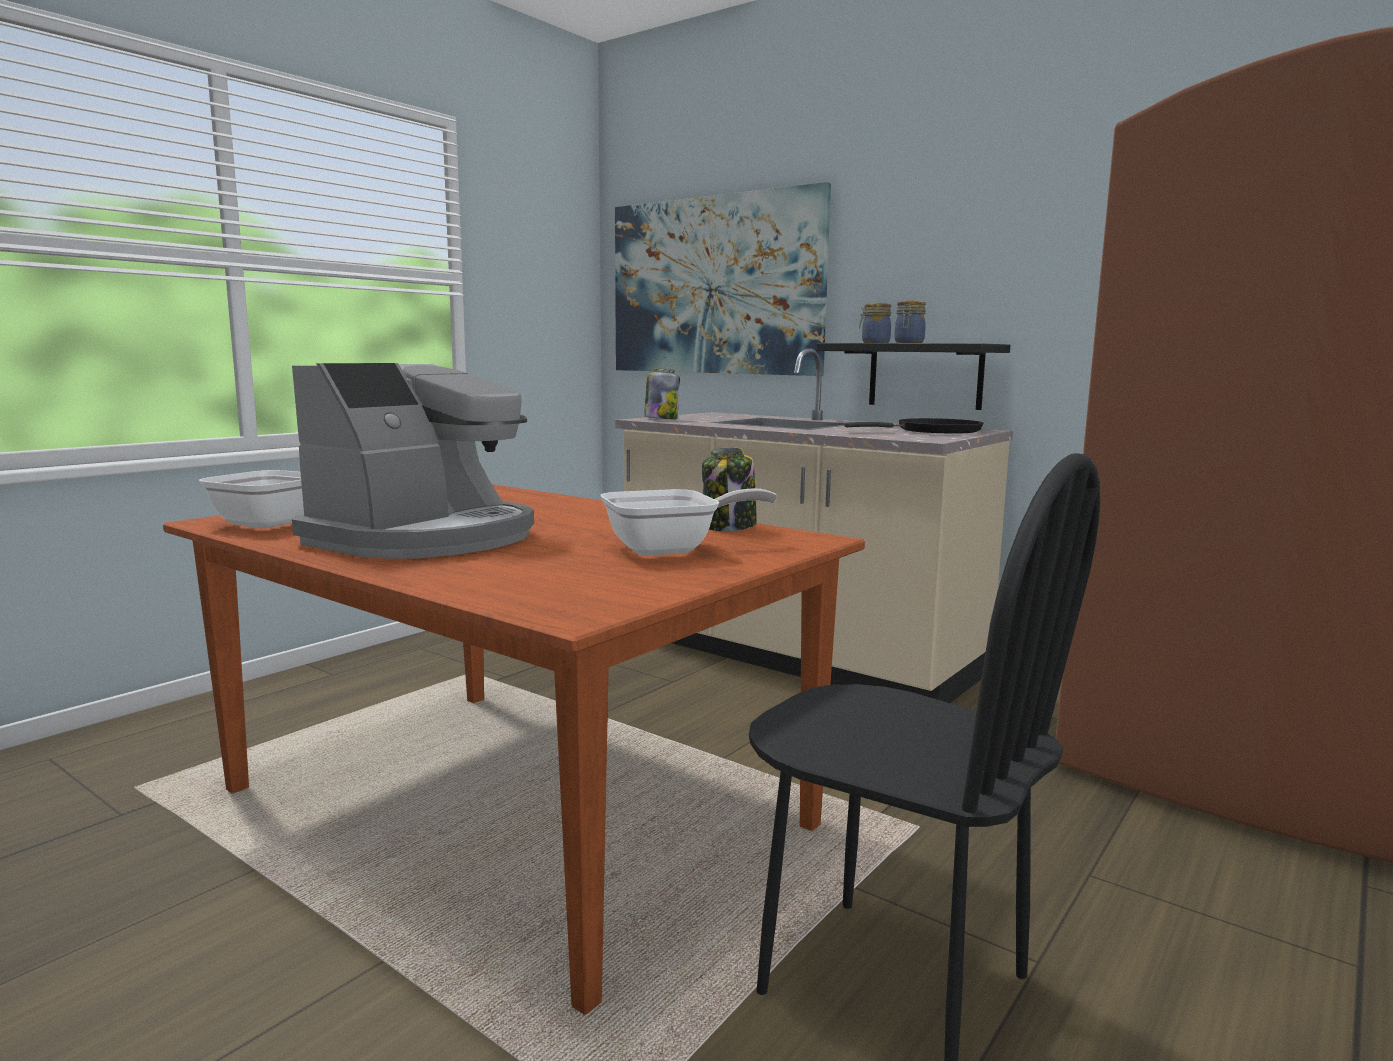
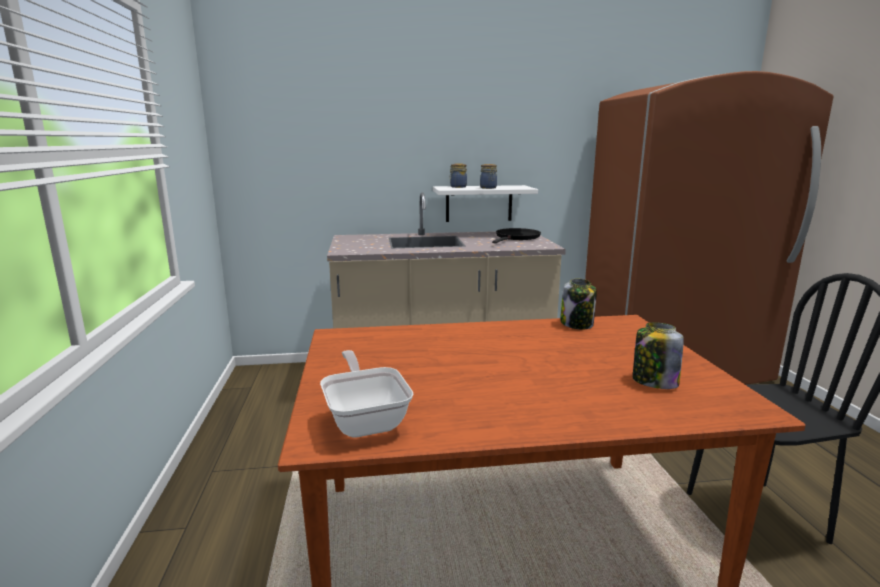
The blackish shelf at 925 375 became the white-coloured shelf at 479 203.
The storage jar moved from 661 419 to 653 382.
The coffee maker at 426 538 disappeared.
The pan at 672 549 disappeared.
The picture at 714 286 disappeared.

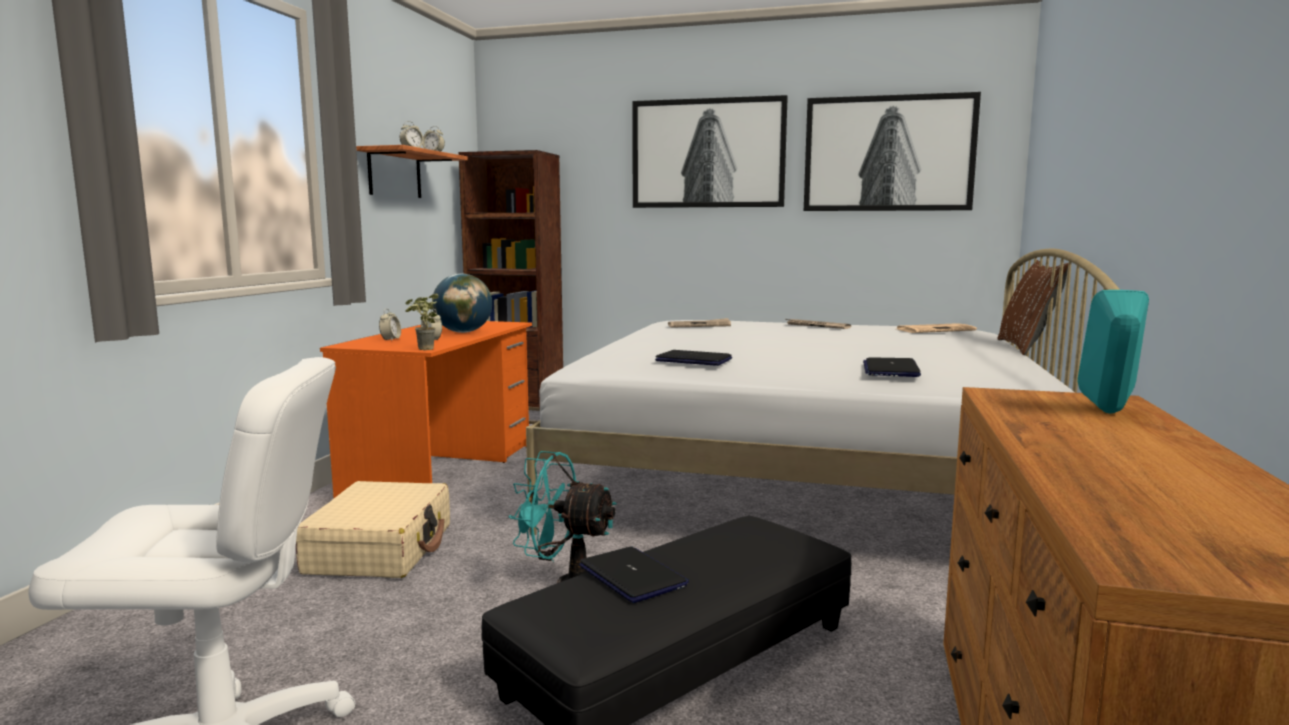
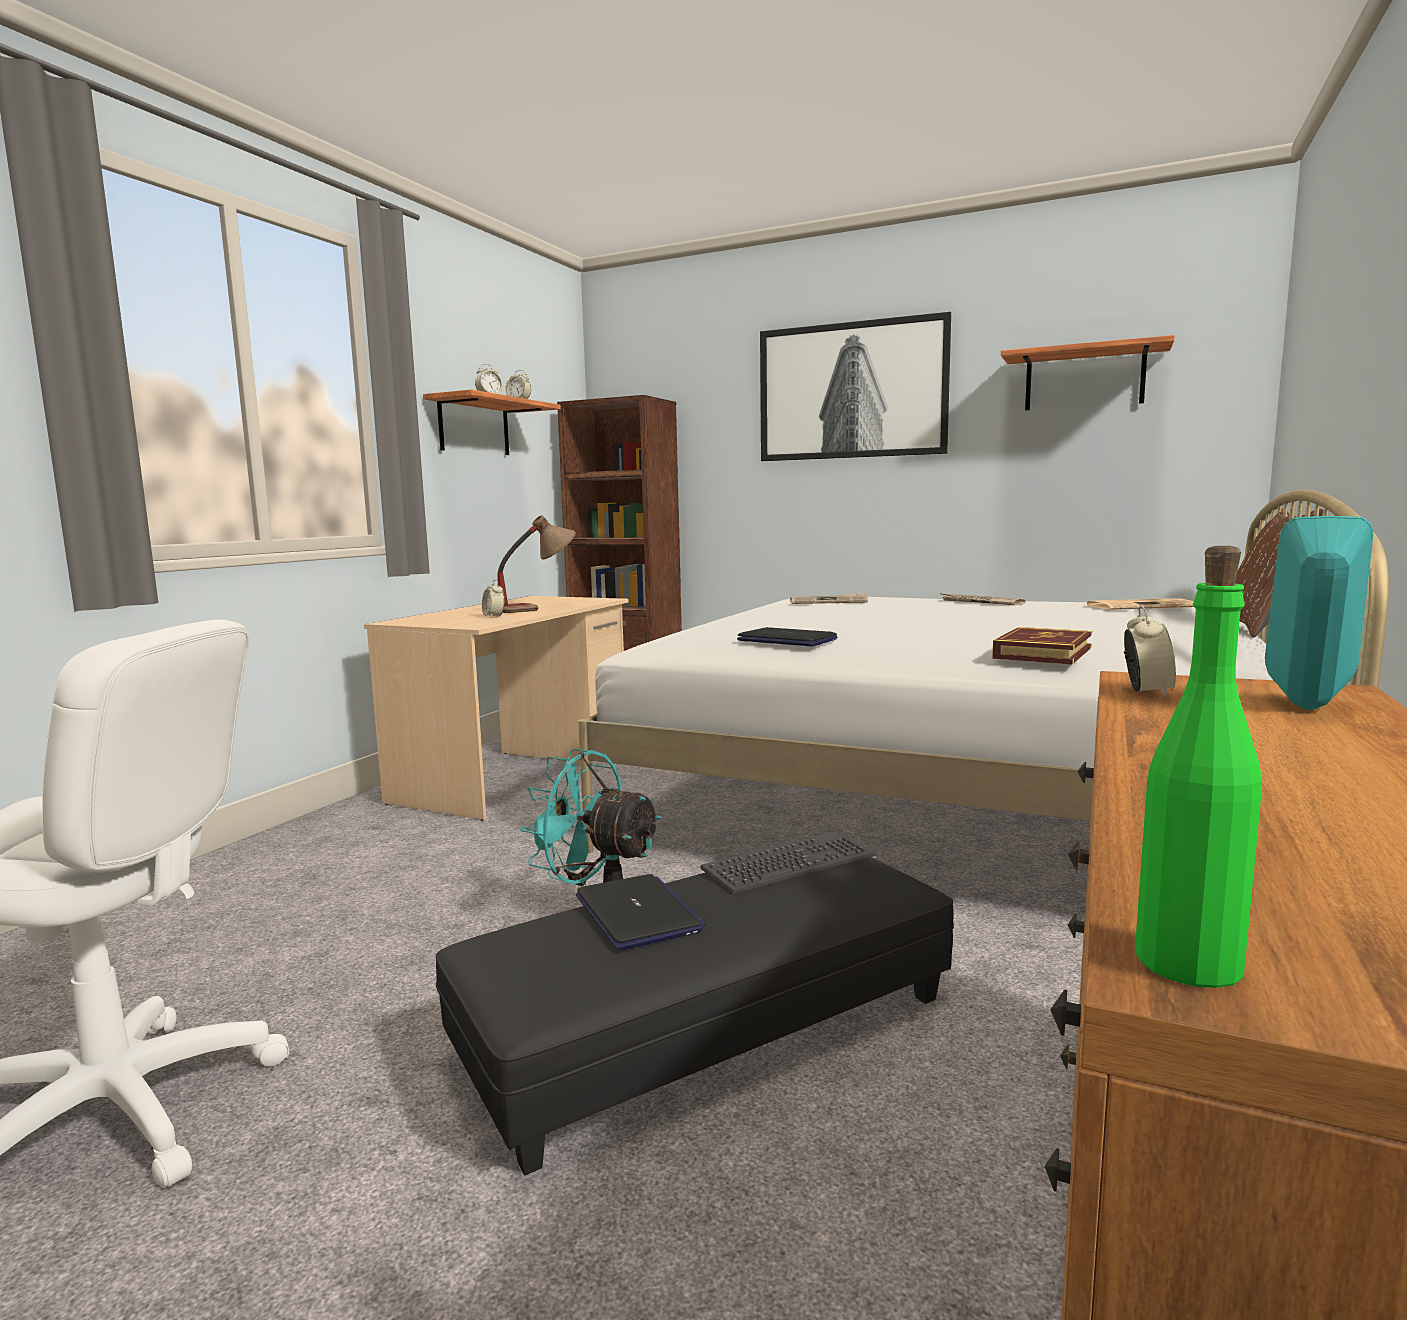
The orangey desk table at 443 472 became the beige desk table at 517 772.
The desk globe at 463 332 was replaced by the table lamp at 538 608.
The PC keyboard at 790 863 appeared.
The notebook computer at 890 369 was replaced by the book at 1043 653.
The picture at 888 154 was replaced by the shelf at 1084 379.
The bedside clock moved from 390 339 to 1146 691.
The greenish bottle at 1188 962 appeared.
The beige piece of luggage at 381 549 disappeared.
The potted plant at 423 350 disappeared.

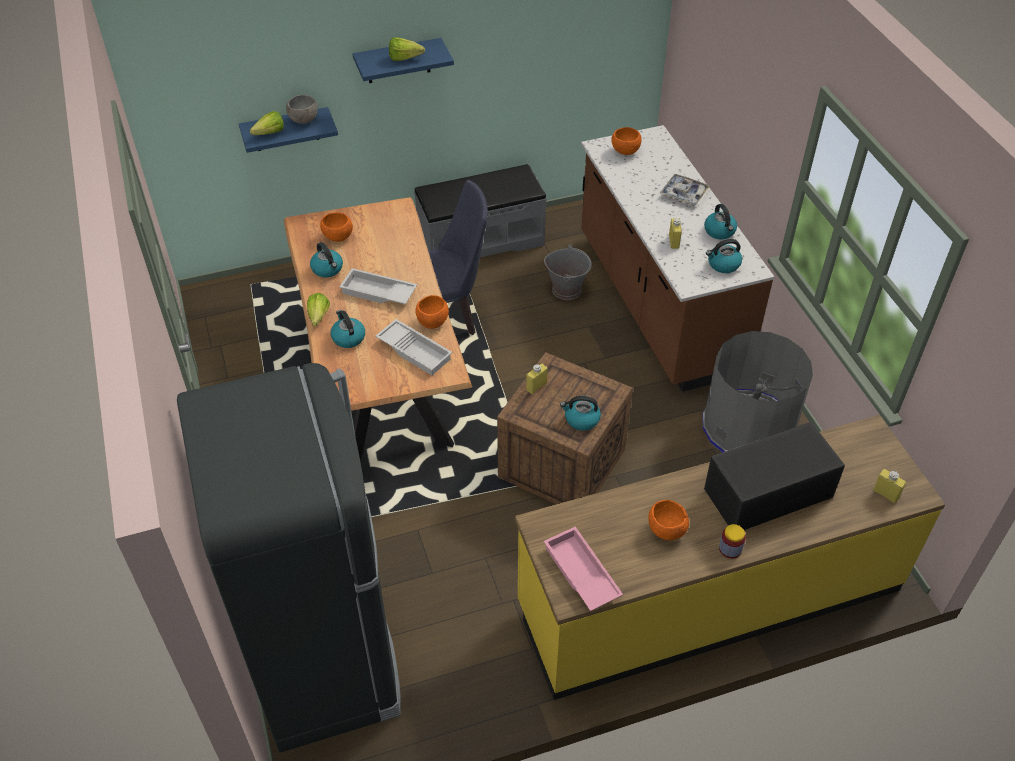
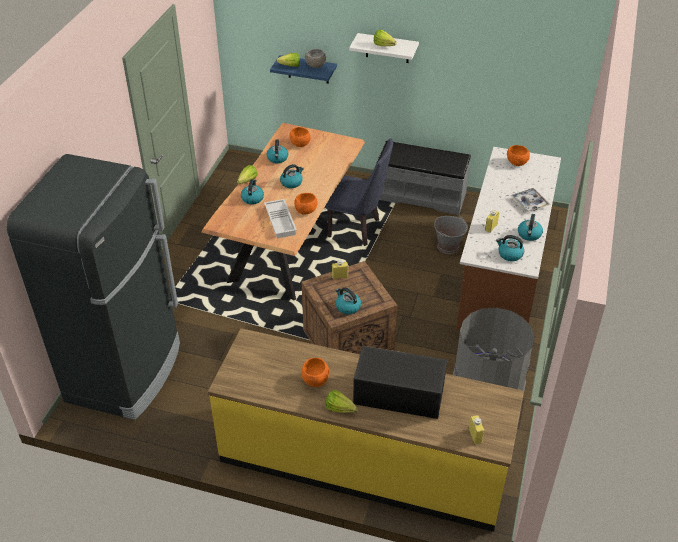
The white-coloured carrying tray at 378 293 was replaced by the tea kettle at 291 182.
The storage jar at 730 548 was replaced by the head of lettuce at 342 410.
The blue-coloured shelf at 398 61 became the white-coloured shelf at 387 48.
The pink-coloured carrying tray at 580 573 disappeared.

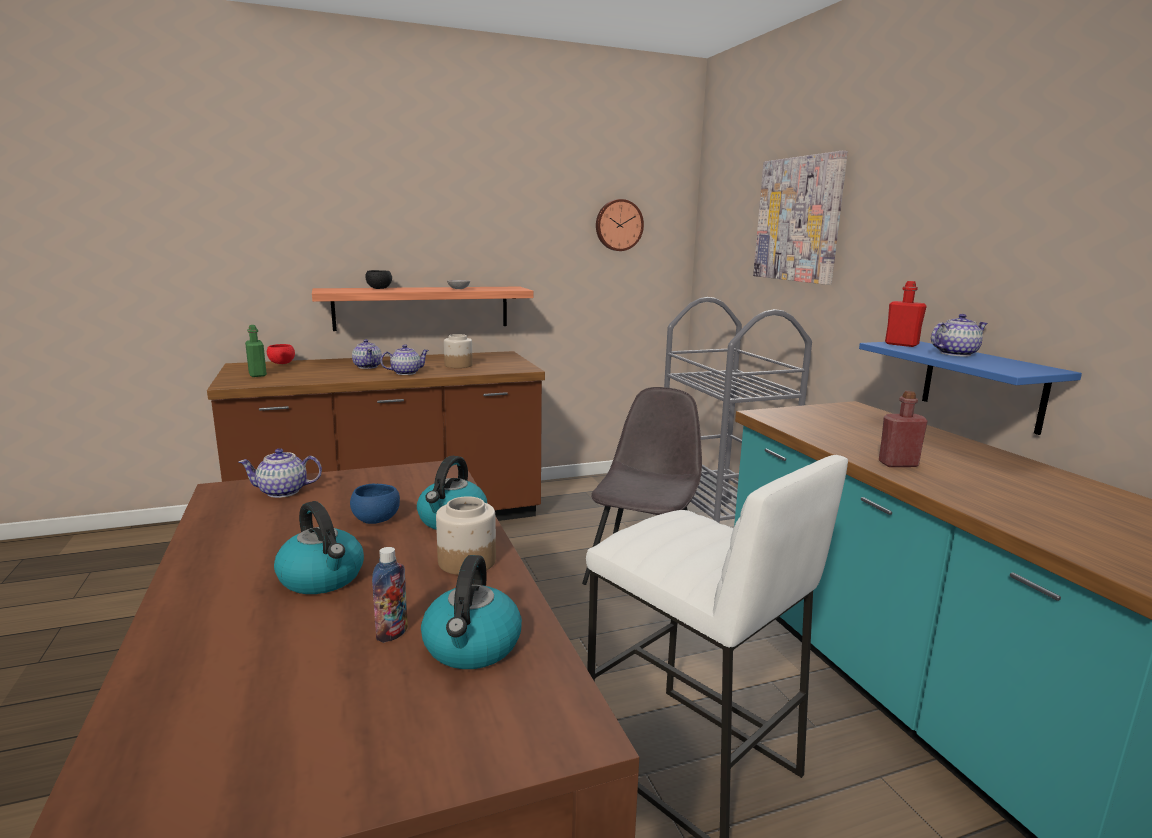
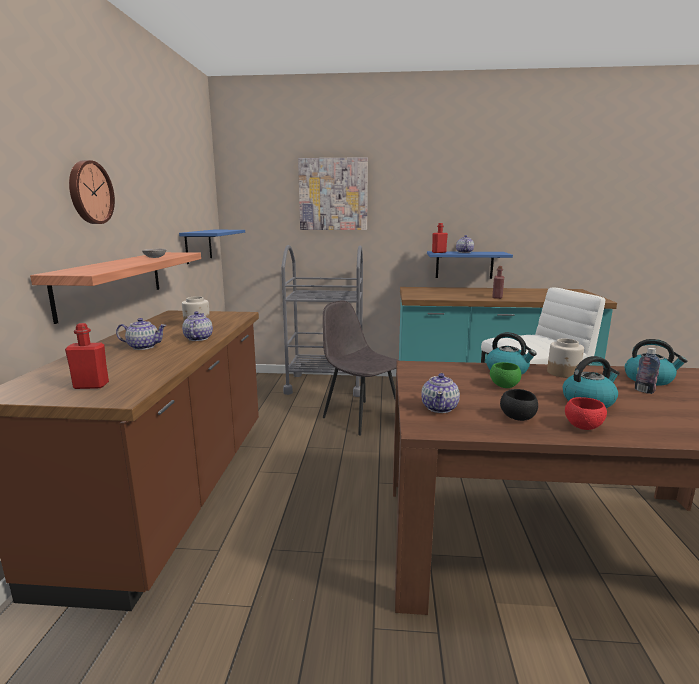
The greenish bottle at 257 374 became the red-coloured bottle at 91 385.
The wall clock moved from 618 225 to 89 192.
The blue-coloured shelf at 198 246 appeared.
The blue-coloured serving bowl at 376 520 became the greenish serving bowl at 504 386.
The blackish serving bowl moved from 379 288 to 517 418.
The red-coloured serving bowl moved from 282 363 to 582 426.

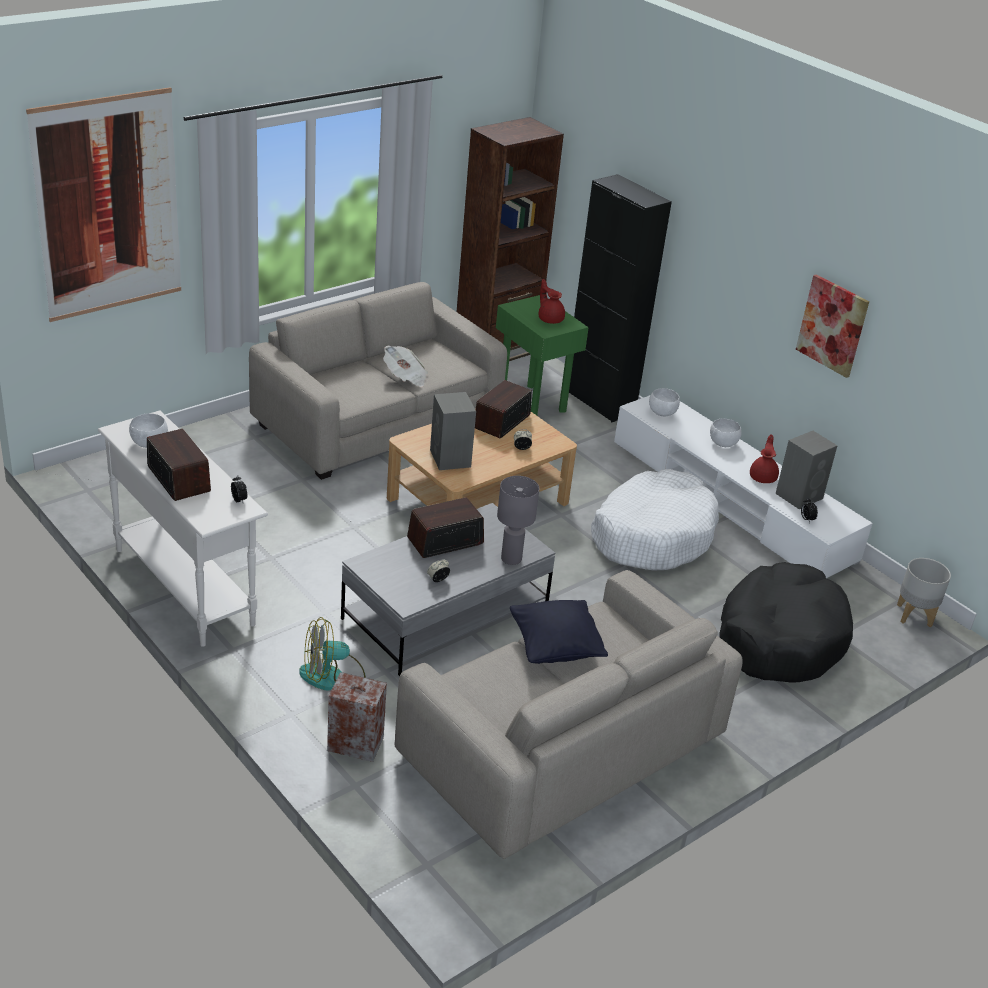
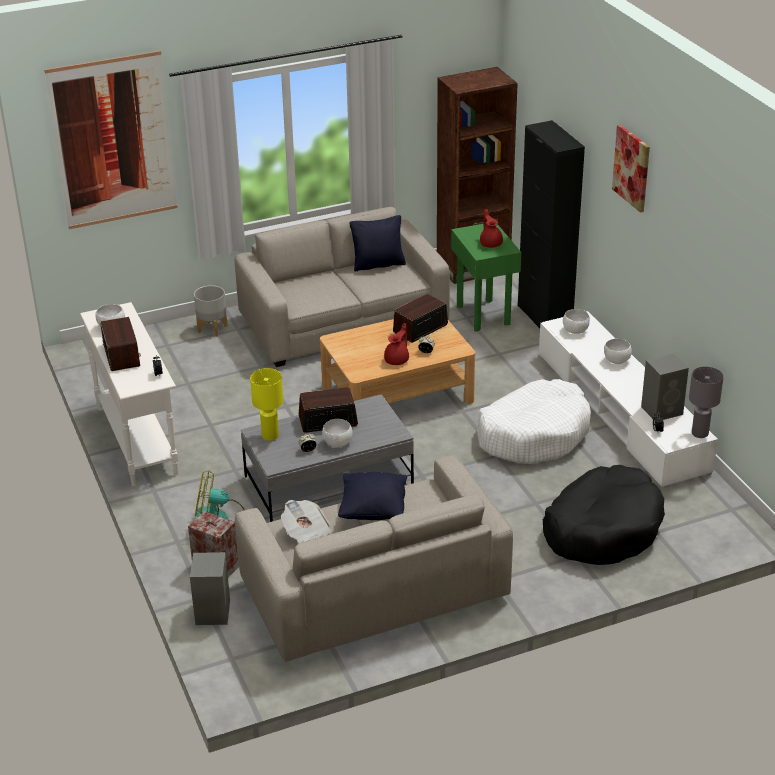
The greyish speaker moved from 450 459 to 212 613.
The greyish planter moved from 914 615 to 212 329.
The yellow table lamp at 269 436 appeared.
The daily paper moved from 405 377 to 307 535.
The white-coloured serving bowl at 337 443 appeared.
The blackish cushion at 378 264 appeared.
The red-coloured teapot moved from 763 477 to 397 360.
The picture moved from 832 325 to 632 168.
The greyish table lamp moved from 511 558 to 700 433.

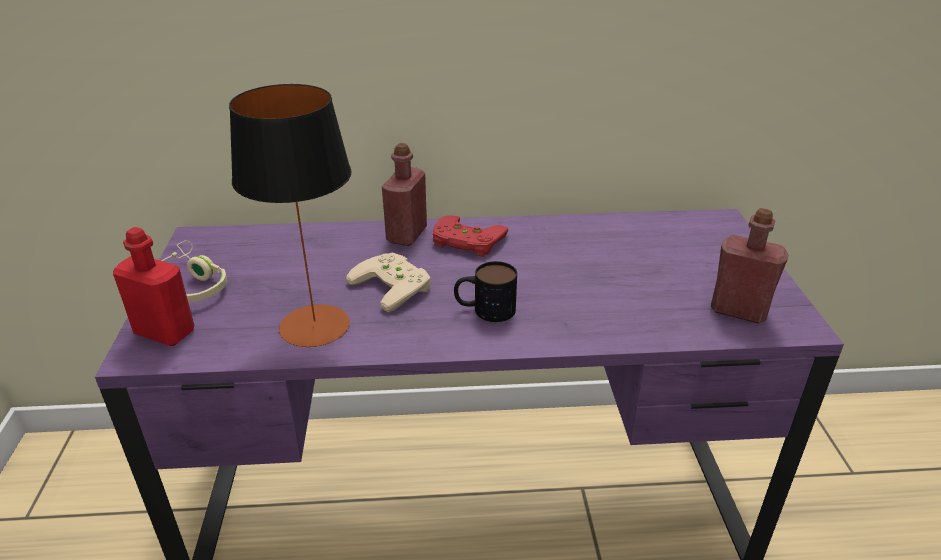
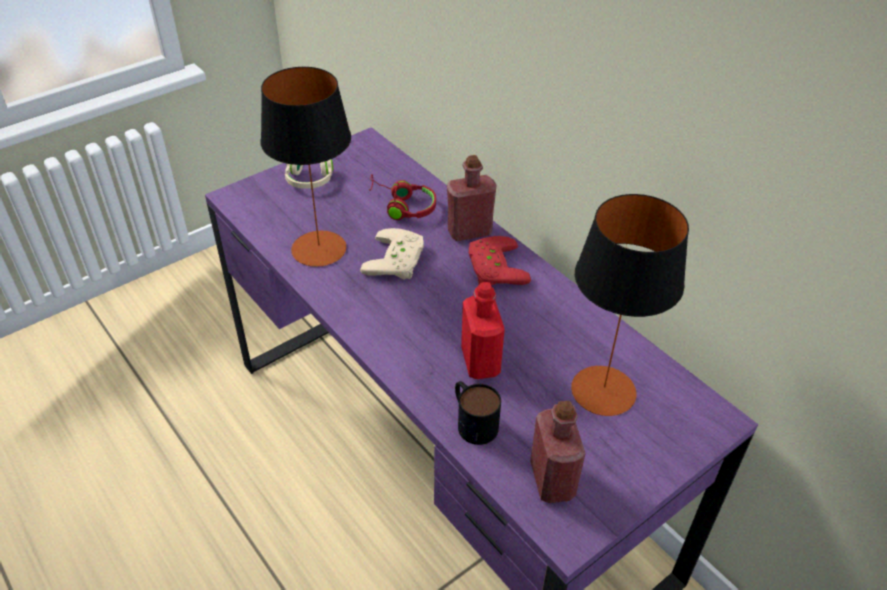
The red-coloured pair of headphones at 402 206 appeared.
The mug moved from 484 309 to 472 421.
The red-coloured bottle moved from 165 332 to 480 361.
The table lamp at 603 390 appeared.

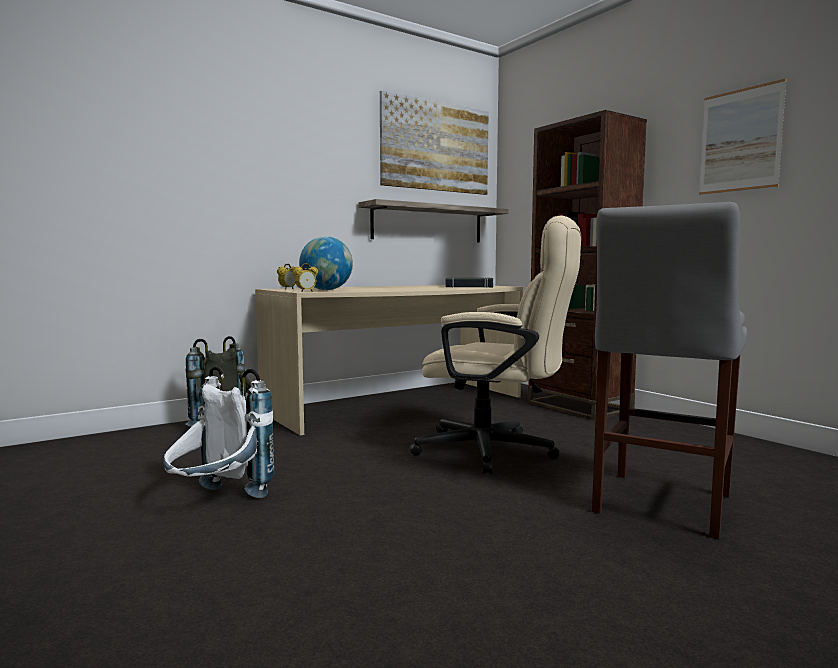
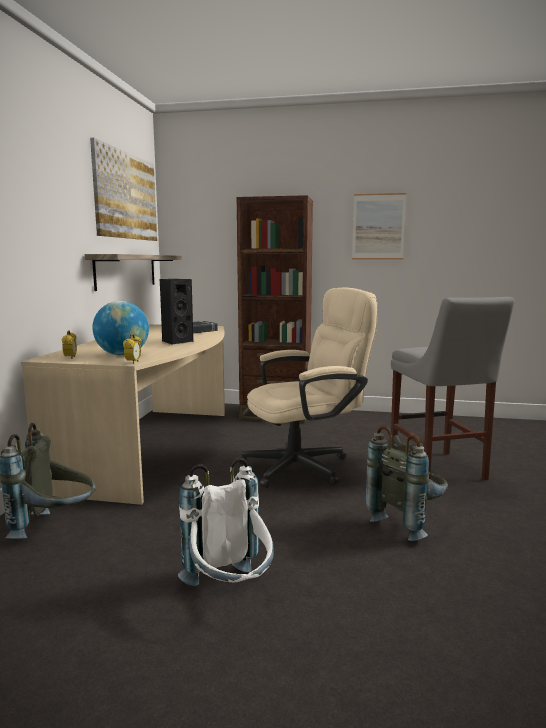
The blackish speaker at 176 341 appeared.
The greyish knapsack at 407 521 appeared.

